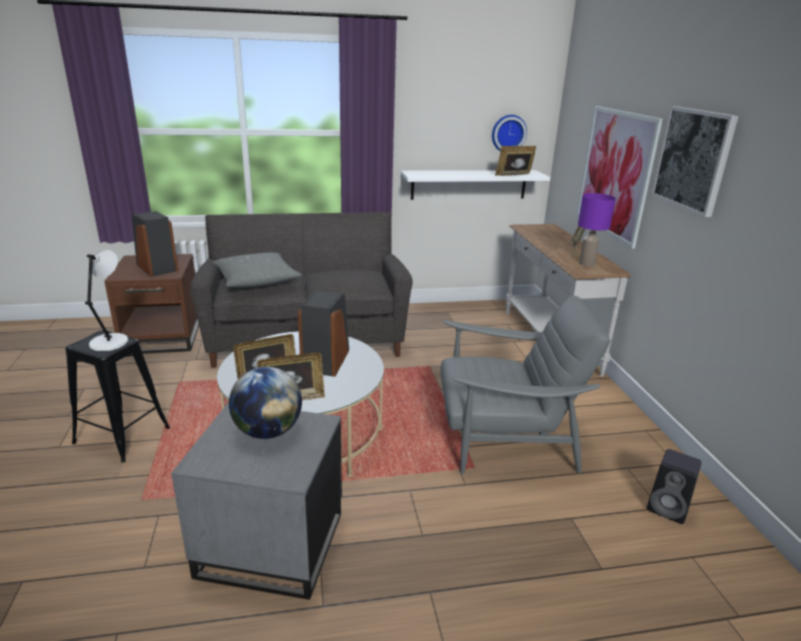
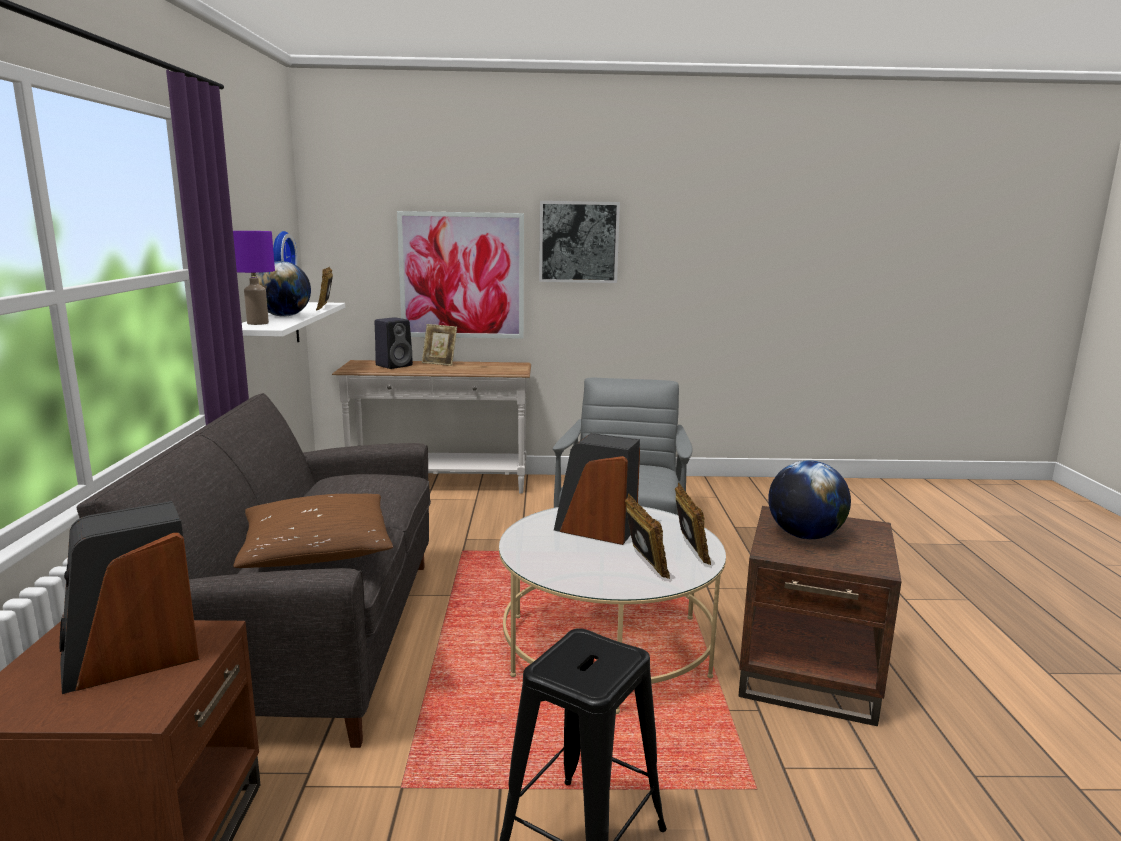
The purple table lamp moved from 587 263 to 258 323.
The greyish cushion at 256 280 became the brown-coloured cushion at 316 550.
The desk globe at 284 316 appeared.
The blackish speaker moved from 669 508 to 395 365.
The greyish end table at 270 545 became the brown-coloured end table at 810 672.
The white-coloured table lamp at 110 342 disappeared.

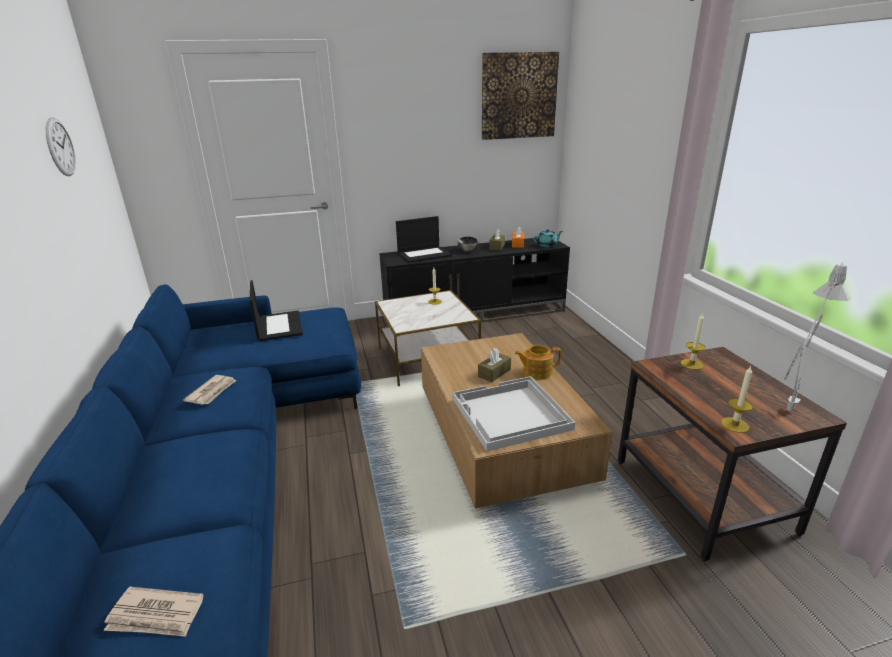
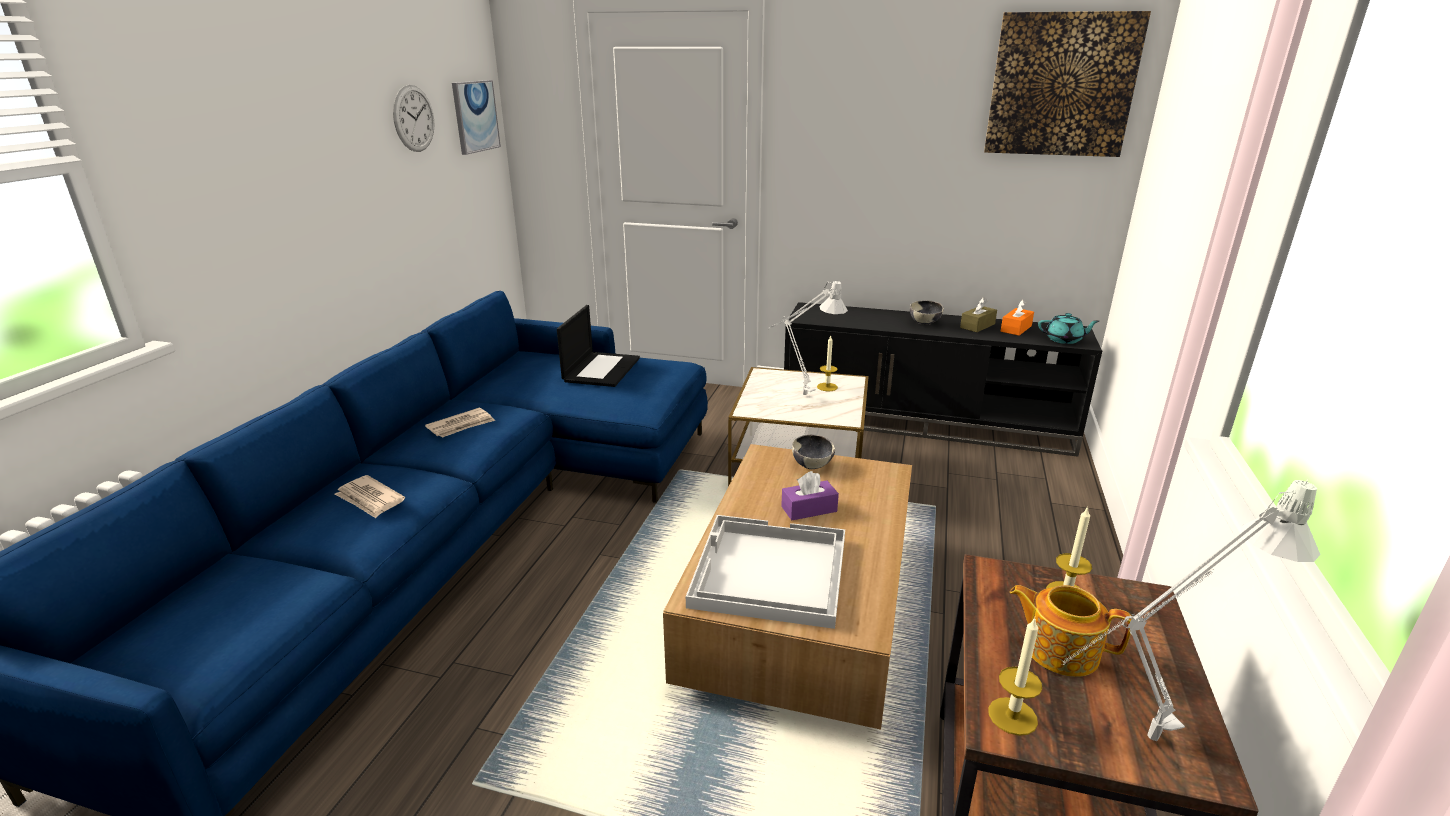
The daily paper moved from 156 615 to 370 499.
The picture at 475 116 appeared.
The greyish table lamp at 799 394 appeared.
The brown-coloured tissue holder at 494 373 became the purple tissue holder at 809 509.
The serving bowl at 812 465 appeared.
The teapot moved from 536 372 to 1059 649.
The notebook computer at 424 254 disappeared.

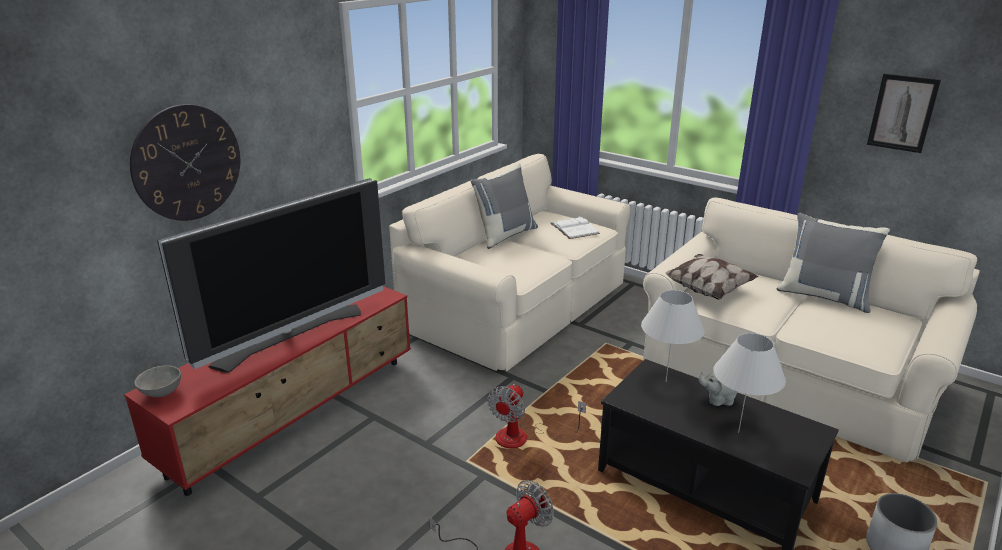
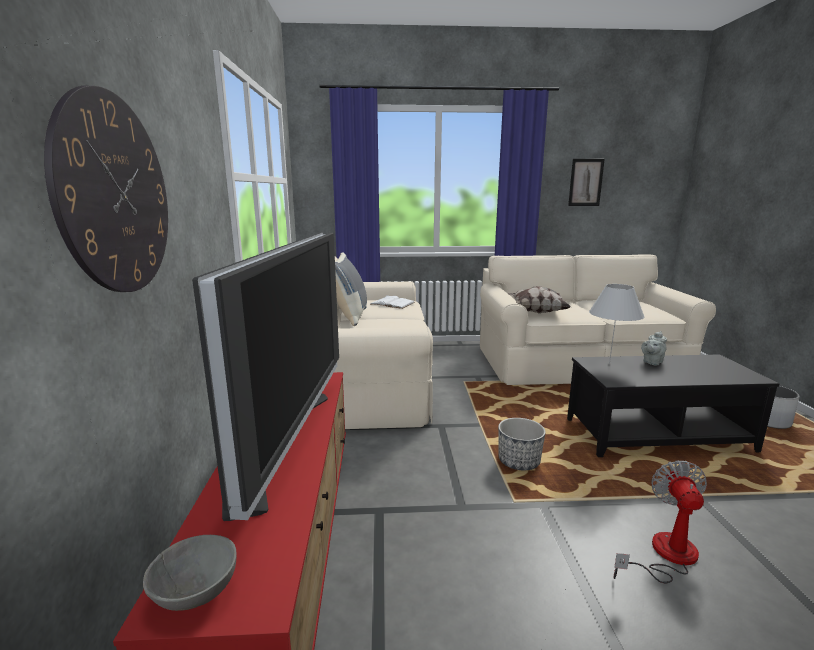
The fan at 523 437 was replaced by the planter at 519 462.
The white-coloured table lamp at 738 432 disappeared.
The greyish cushion at 824 296 disappeared.

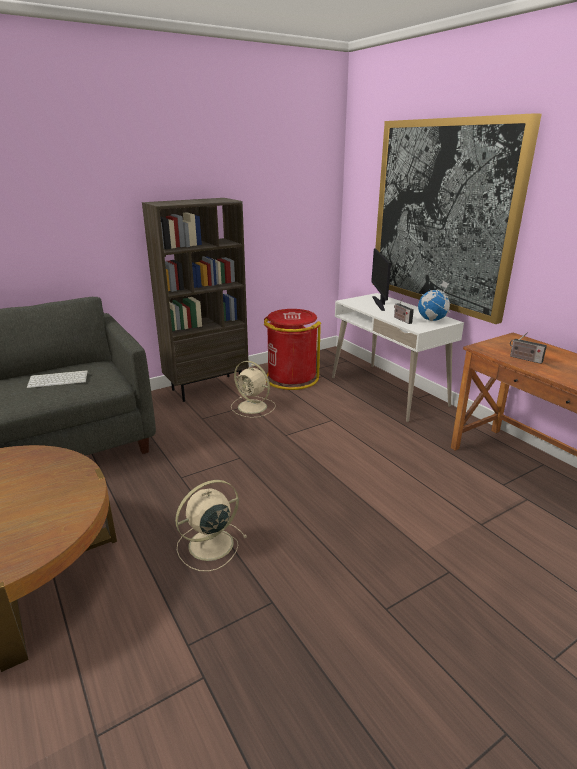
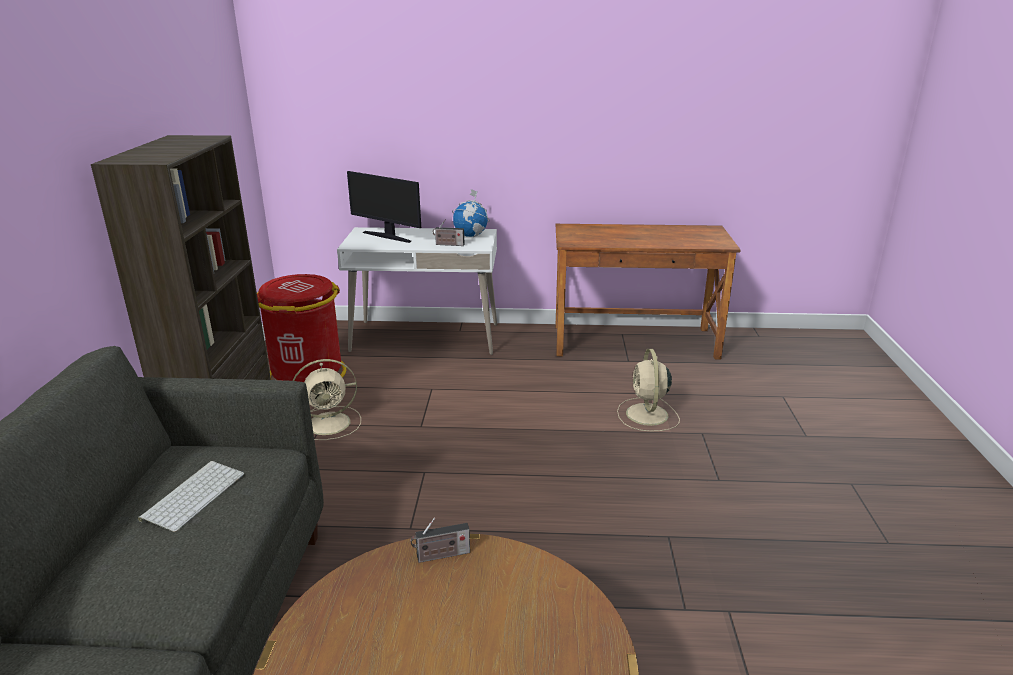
The radio receiver moved from 524 359 to 441 556.
The beige fan moved from 209 545 to 647 415.
The picture at 443 216 disappeared.

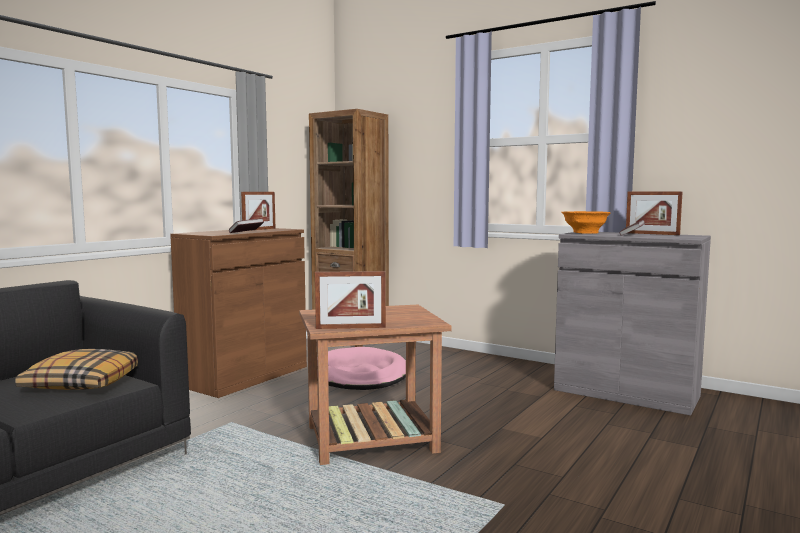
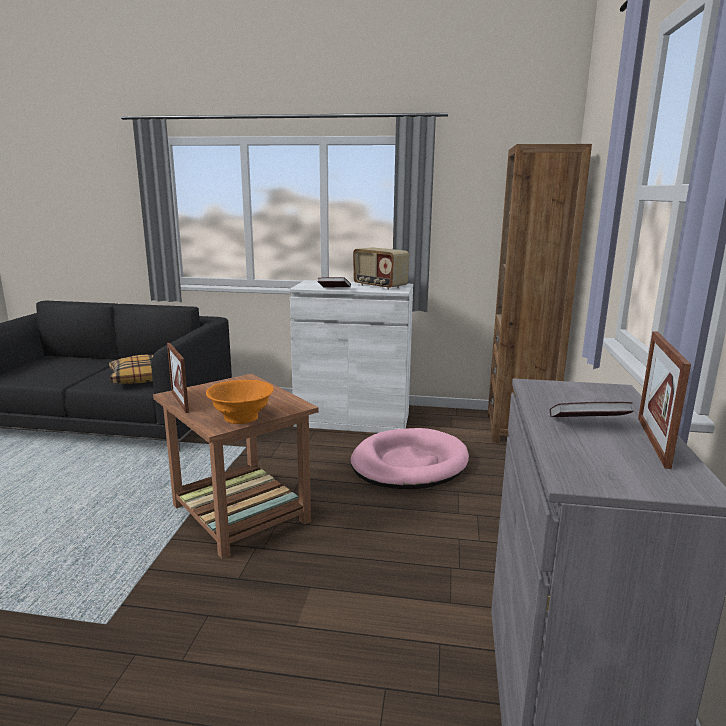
The orangey serving bowl moved from 584 233 to 241 417.
The brown-coloured cabinet at 245 376 became the white-coloured cabinet at 352 420.
The picture frame at 259 229 was replaced by the radio receiver at 379 286.

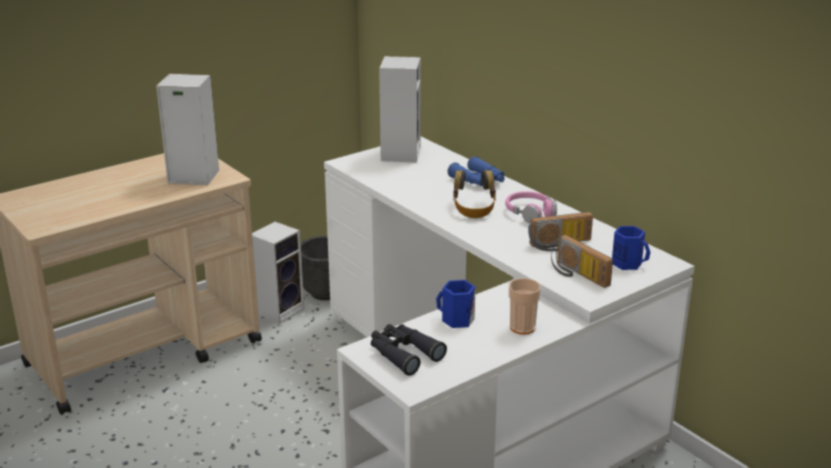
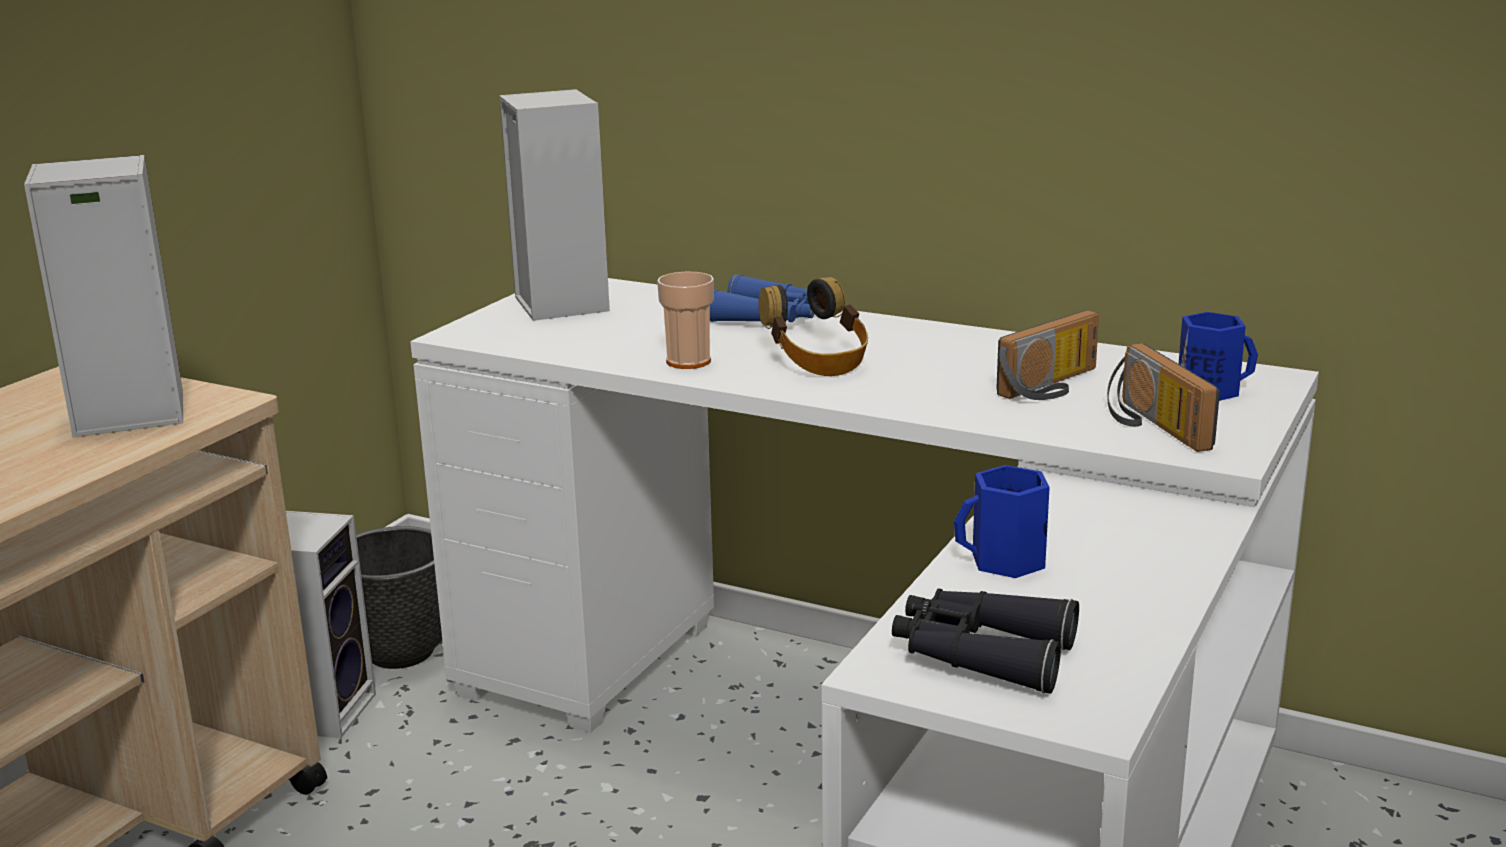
The small cup moved from 522 328 to 688 361.
The radio receiver at 577 275 turned 45 degrees clockwise.
The pink-coloured pair of headphones at 530 213 disappeared.

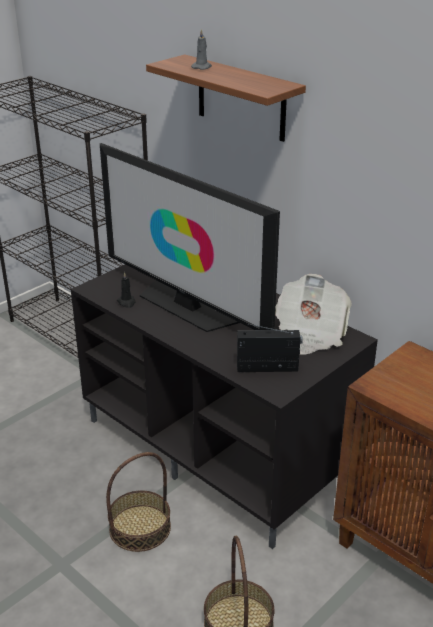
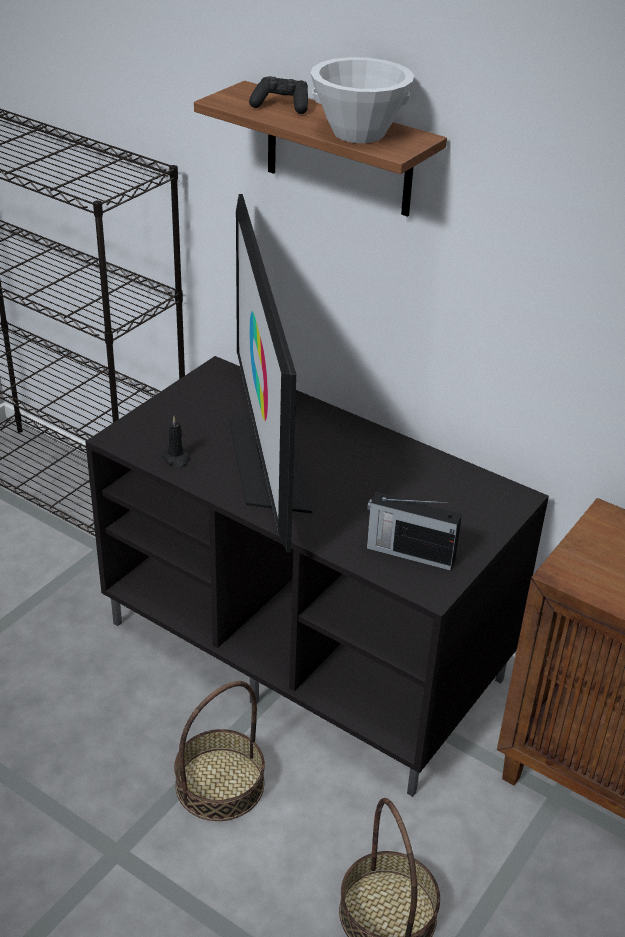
The TV at 187 306 turned 45 degrees clockwise.
The greyish wax light at 202 67 was replaced by the blackish game controller at 281 106.
The white-coloured serving bowl at 358 133 appeared.
The radio receiver at 268 368 turned 150 degrees counterclockwise.
The daily paper at 310 333 disappeared.

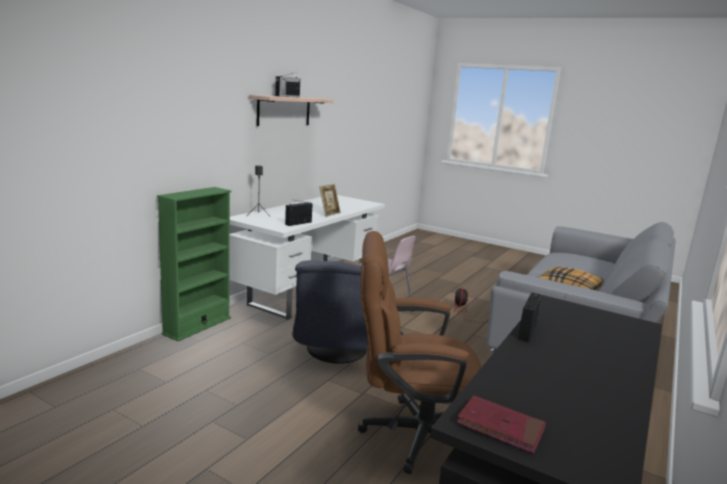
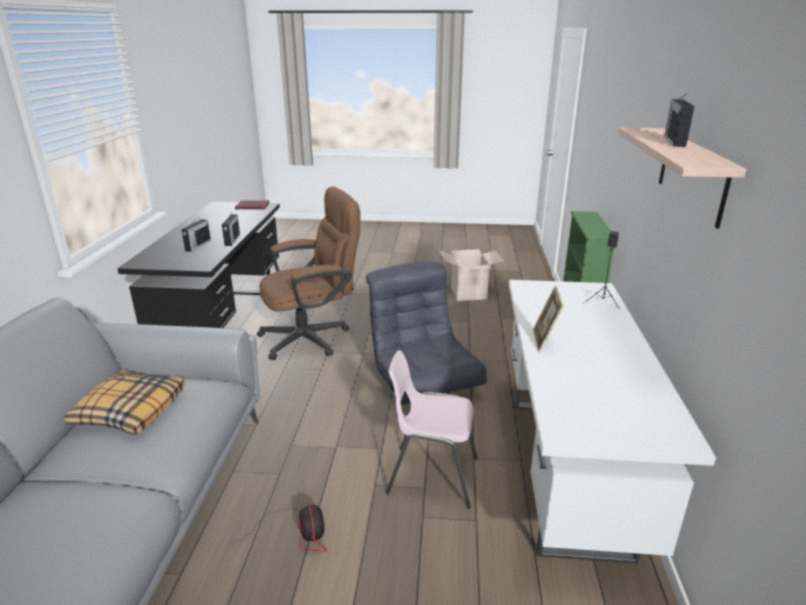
The radio receiver moved from 299 223 to 197 246.
The cardboard box at 468 294 appeared.

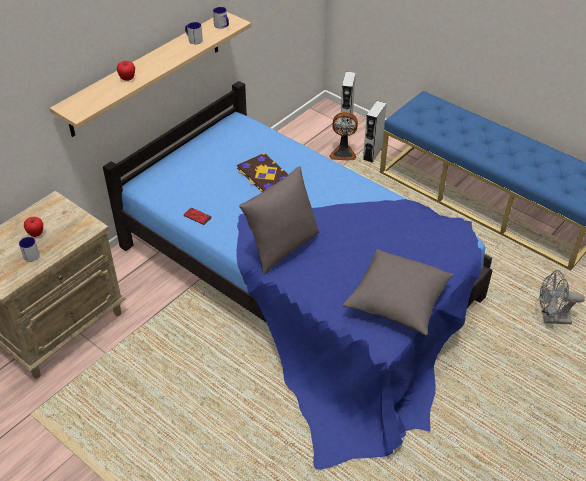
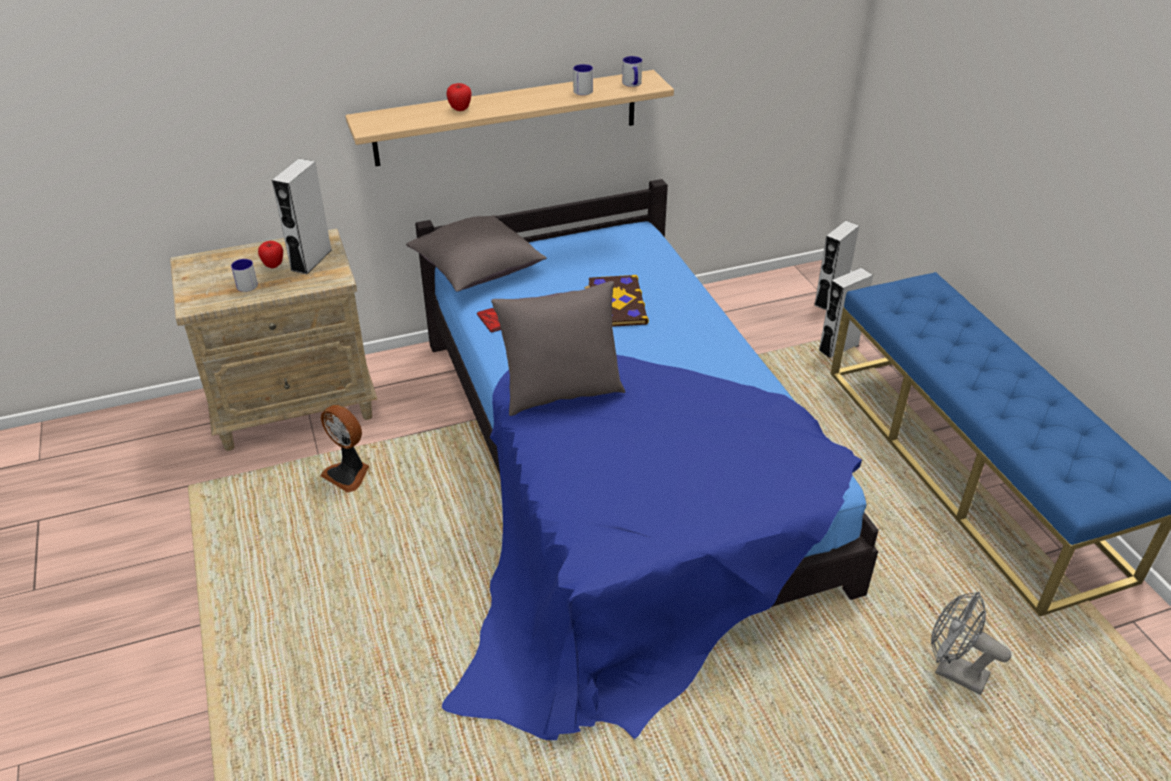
The greyish speaker at 311 260 appeared.
The fan moved from 343 153 to 348 474.
The greyish cushion moved from 398 302 to 477 270.

